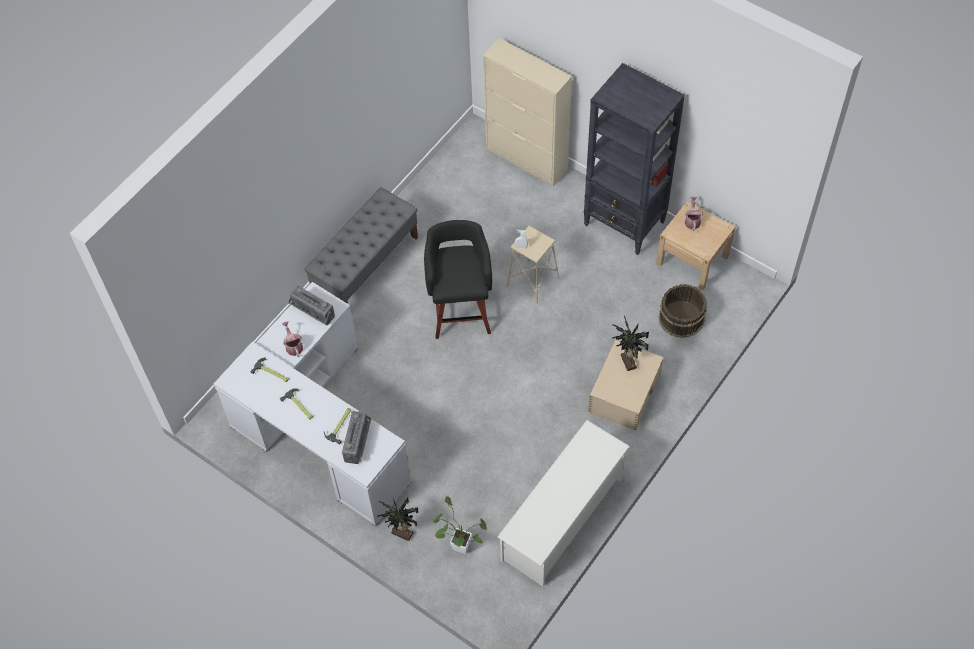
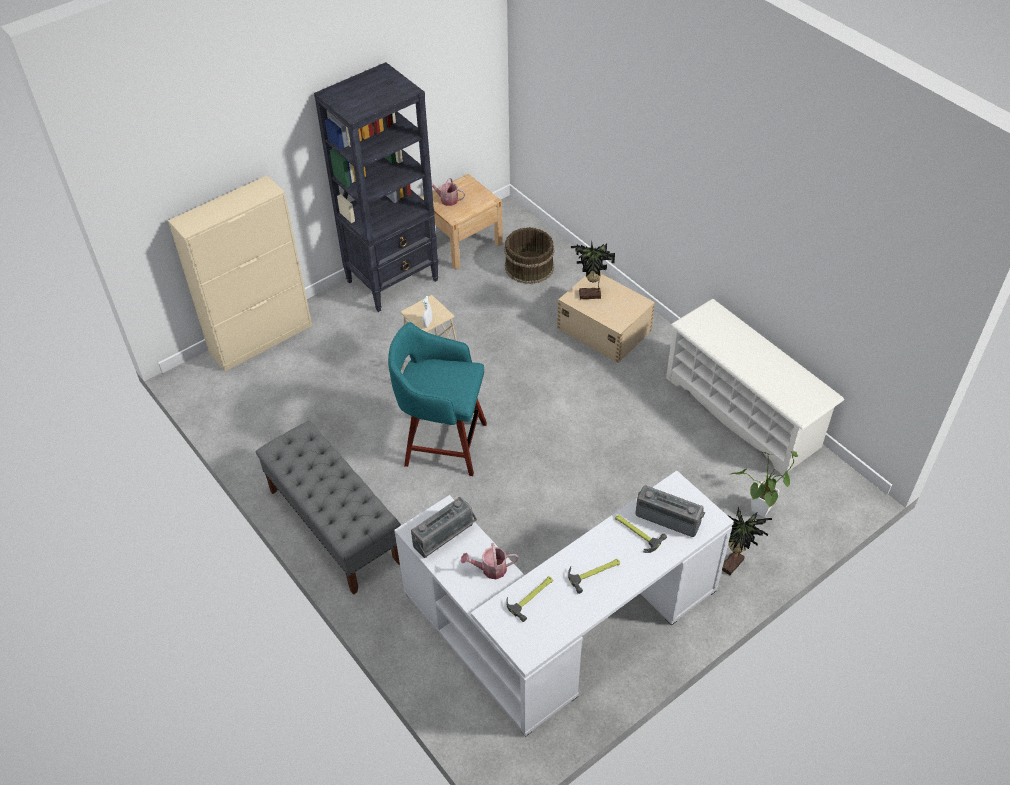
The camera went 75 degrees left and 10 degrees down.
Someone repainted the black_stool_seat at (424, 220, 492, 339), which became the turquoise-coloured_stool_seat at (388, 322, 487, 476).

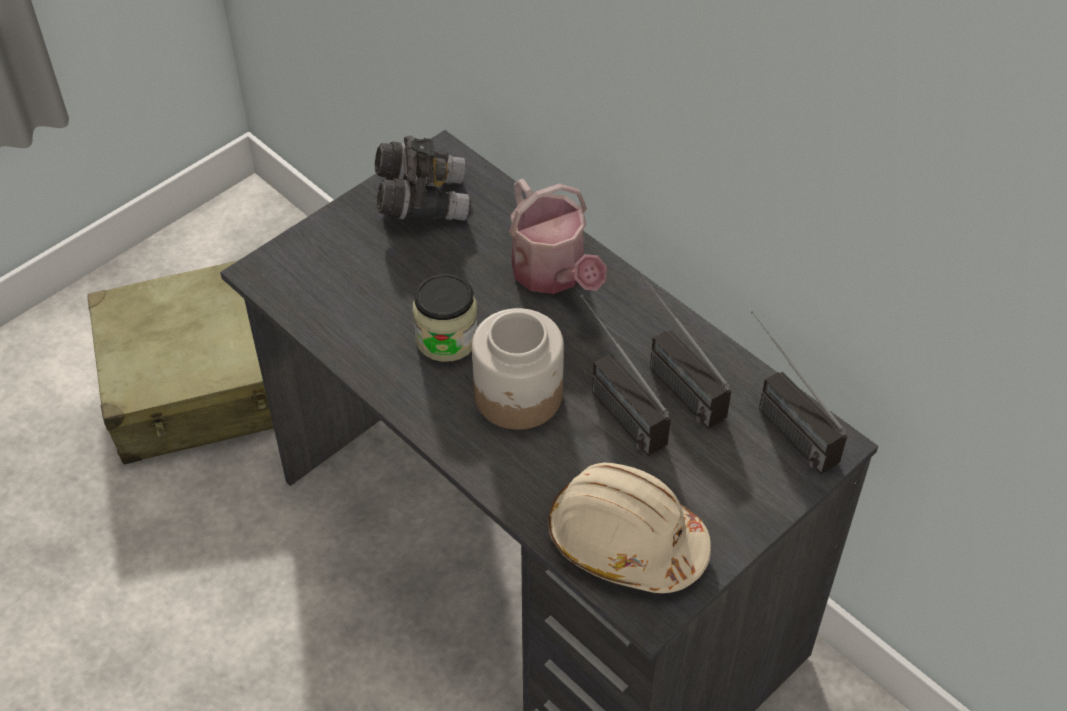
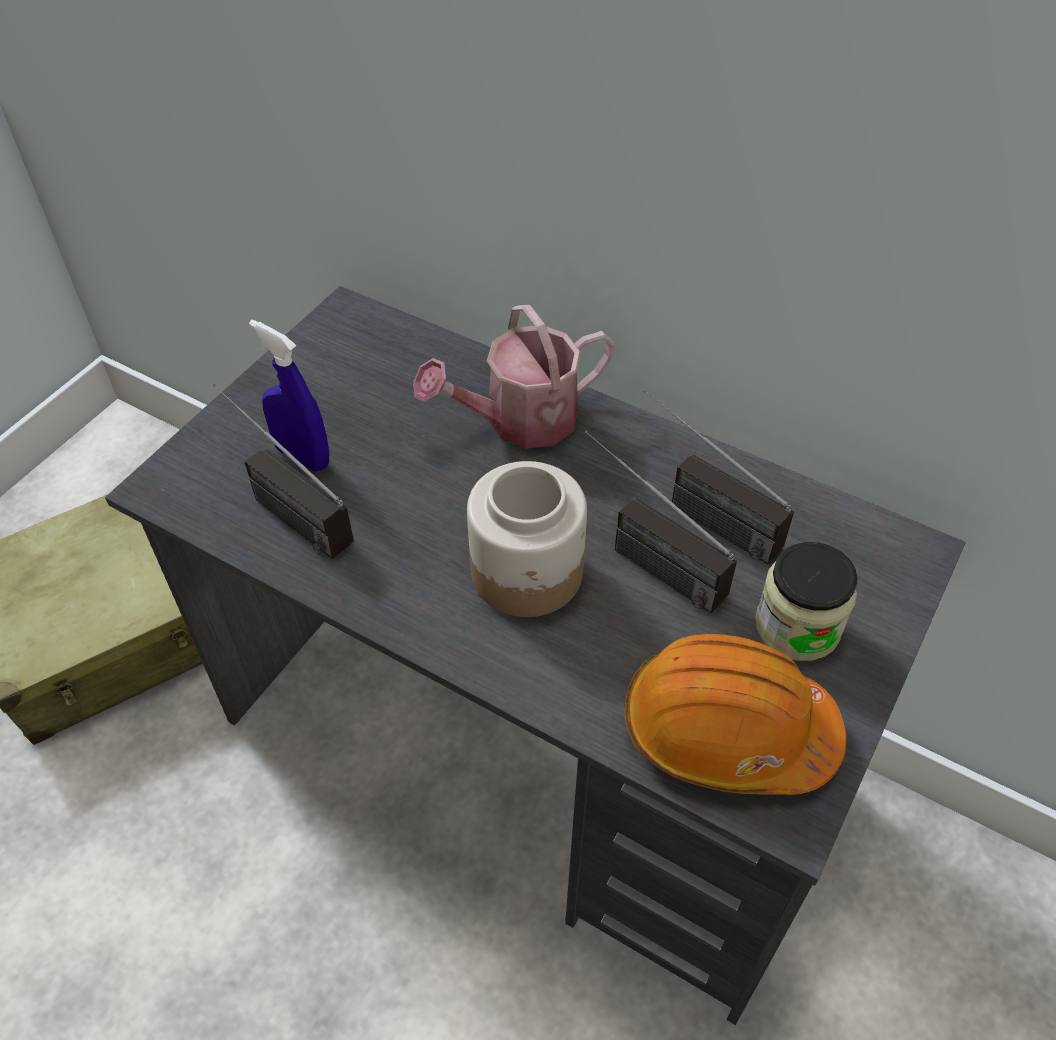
The camera went 15 degrees left and 0 degrees up.
Someone took away the greyish_binoculars at (375, 136, 469, 221).
Someone put down the blue_spray_bottle at (249, 320, 329, 472).
Someone carried the jar from (413, 274, 477, 362) to (755, 542, 858, 661).
Someone carried the radio from (751, 311, 847, 474) to (212, 384, 354, 559).
Someone repainted the beige-coloured_hard_hat at (548, 463, 711, 593), which became the orange-coloured_hard_hat at (625, 634, 847, 795).
Someone rotated the watering_pot at (509, 179, 607, 294) by 105 degrees clockwise.

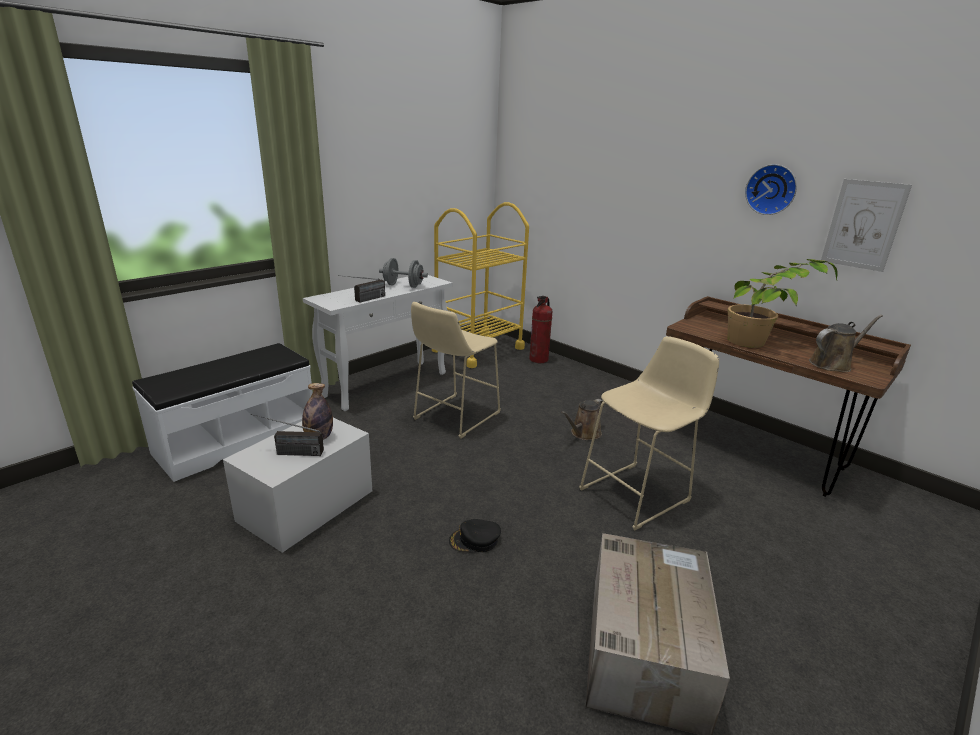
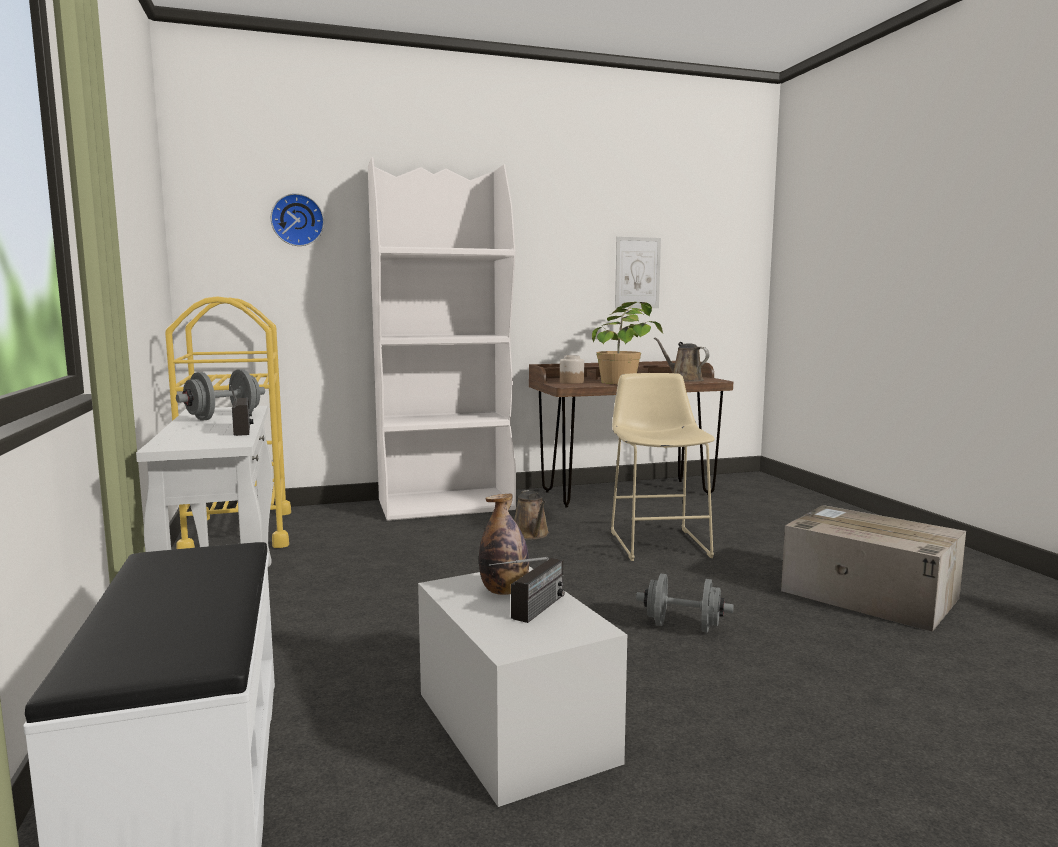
The camera went 60 degrees left and 15 degrees down.
Someone took away the beige-coloured_stool_seat at (411, 302, 501, 439).
Someone took away the fire_extinguisher at (529, 296, 552, 363).
Someone put down the whitish_bookshelf at (368, 157, 516, 521).
Someone put down the jar at (560, 355, 584, 384).
Someone carried the wall_clock from (745, 164, 797, 215) to (271, 193, 324, 246).
Someone swapped the black_cap at (449, 519, 501, 552) for the greyish_dumbbell at (636, 574, 734, 633).
Someone rotated the brown_watering_pot at (809, 315, 883, 372) by 45 degrees counterclockwise.

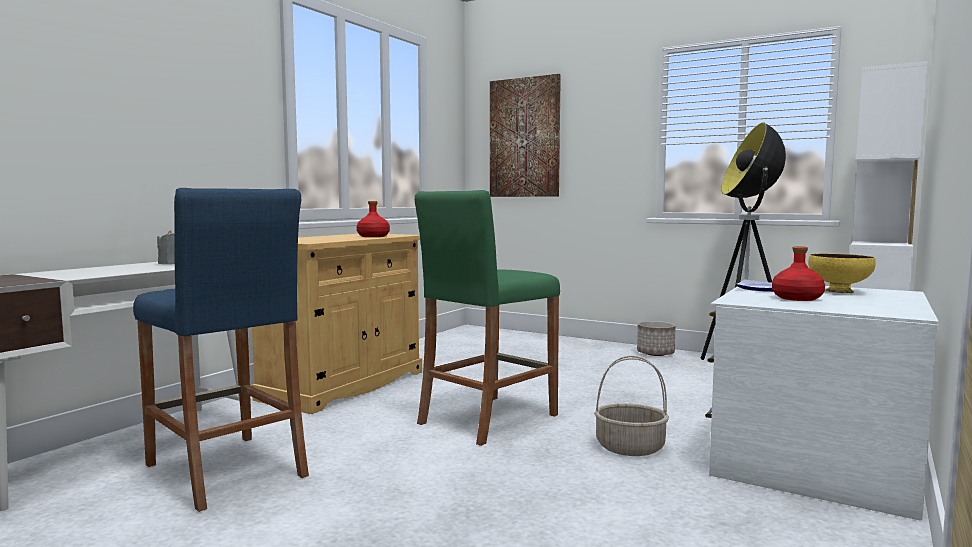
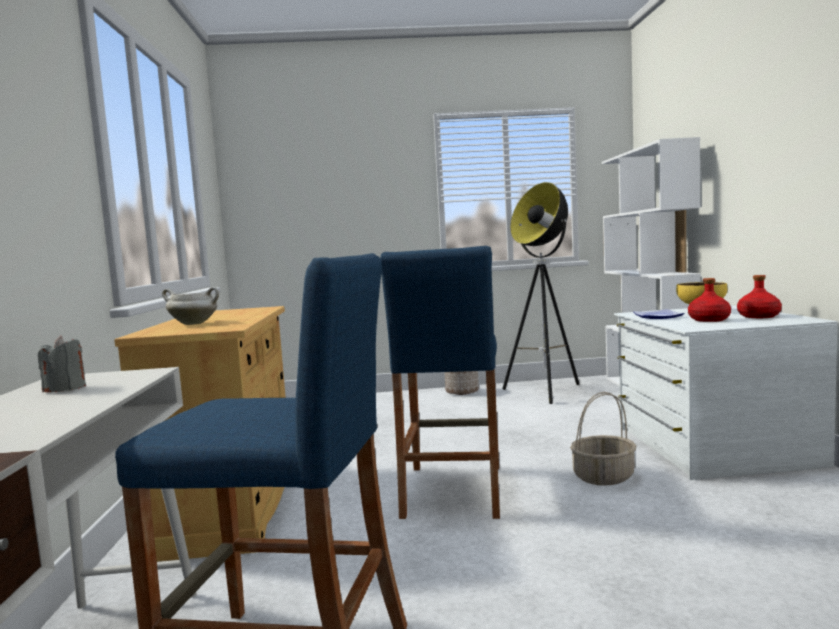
The camera went 35 degrees left and 0 degrees up.
Someone took away the picture at (490, 74, 561, 197).
Someone put down the whitish_stockpot at (162, 287, 219, 325).
Someone carried the red_drink_bottle from (356, 201, 390, 237) to (737, 275, 782, 318).
Someone repainted the greenish_stool_seat at (415, 190, 560, 446), which became the blue_stool_seat at (380, 246, 500, 519).

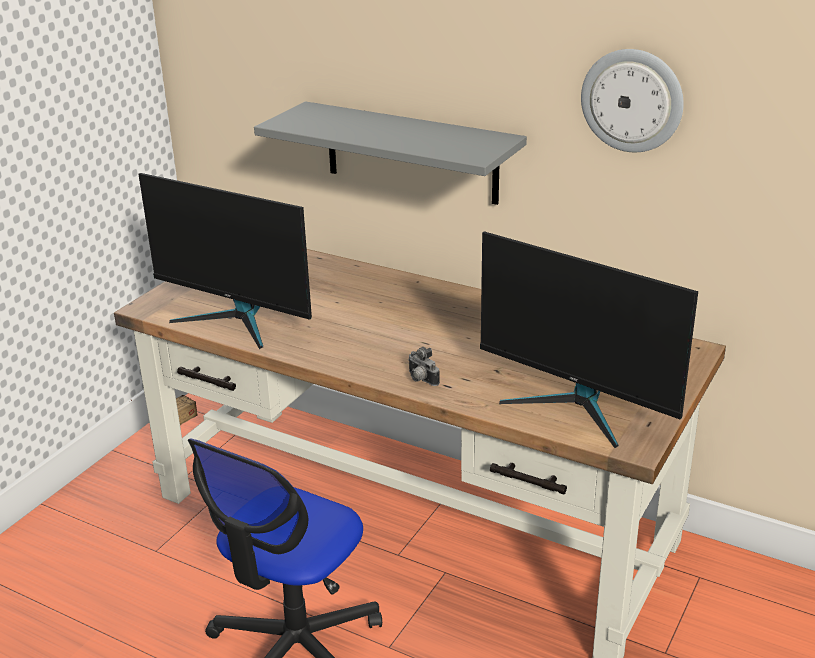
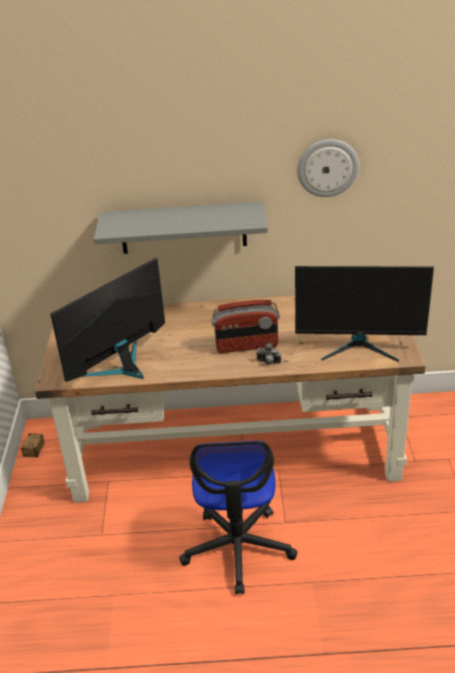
The camera went 30 degrees left and 5 degrees up.
Someone put down the radio at (211, 300, 280, 353).
Someone rotated the computer_screen at (138, 173, 312, 349) by 135 degrees clockwise.

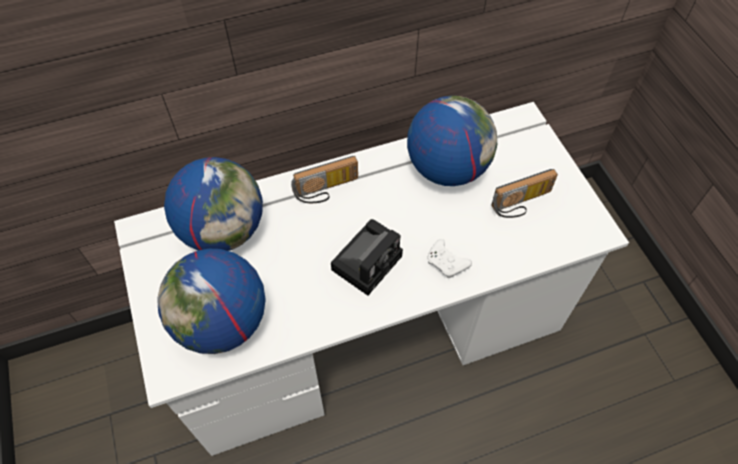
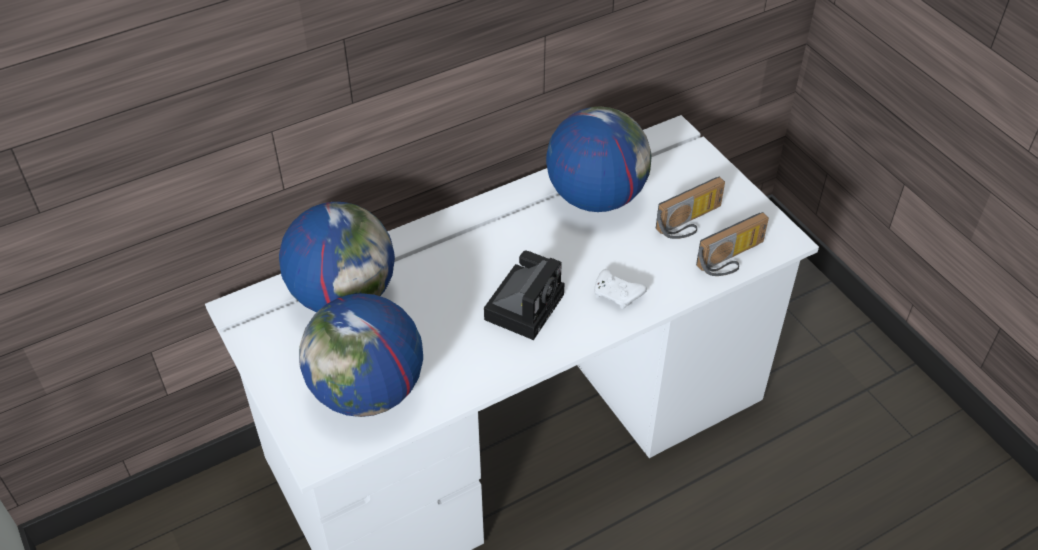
The camera went 10 degrees left and 10 degrees down.
Someone carried the radio from (291, 156, 358, 203) to (696, 212, 769, 276).

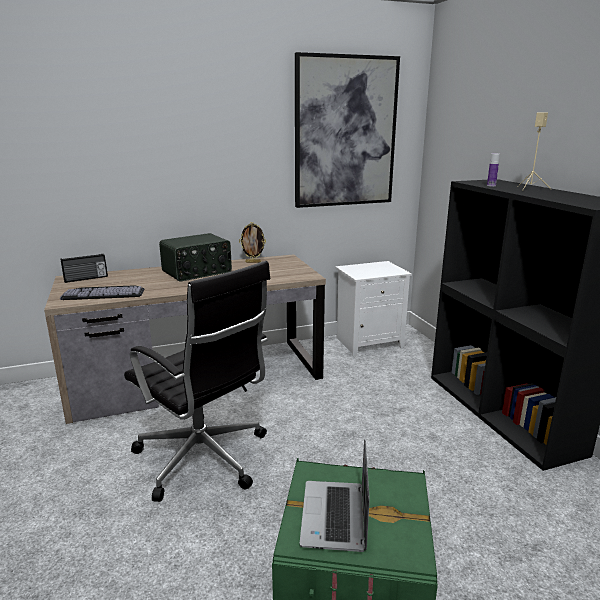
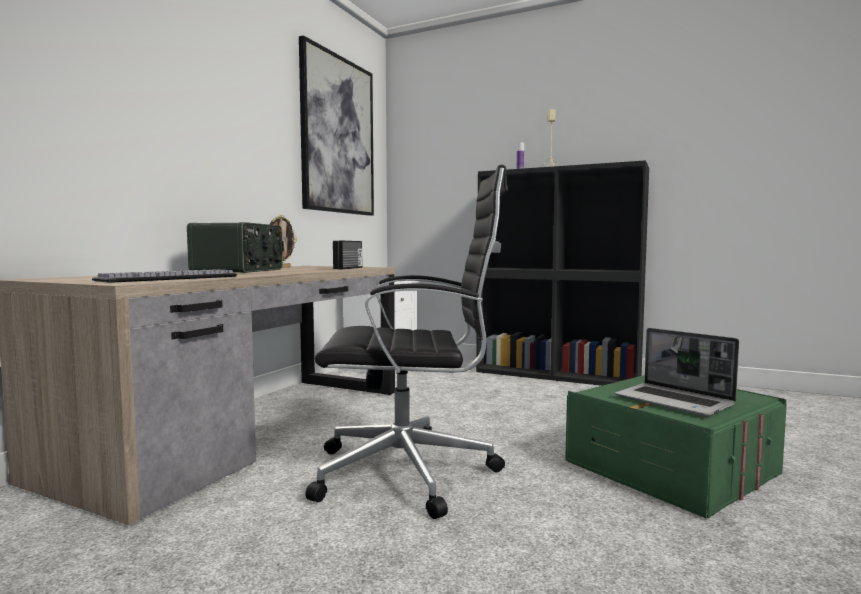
The camera went 45 degrees left and 15 degrees down.
Someone carried the radio from (61, 254, 108, 283) to (333, 241, 363, 269).

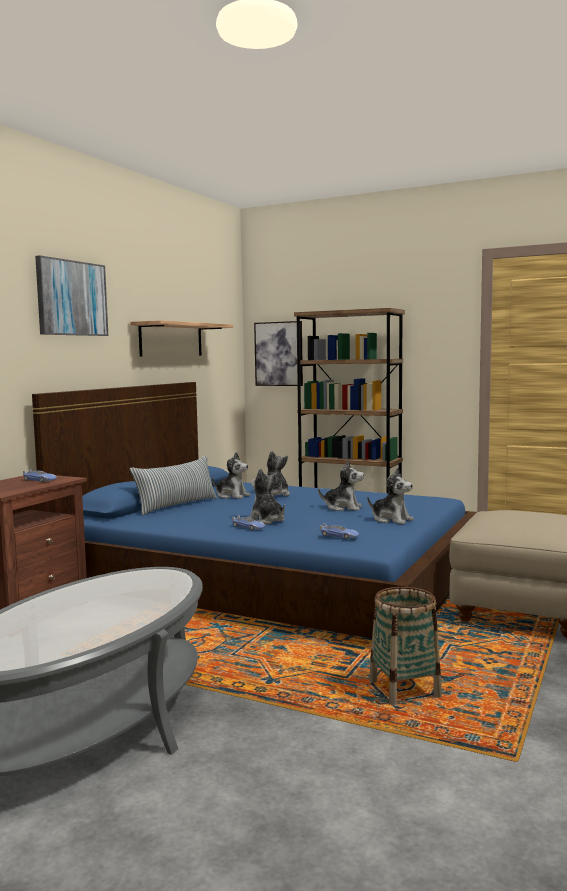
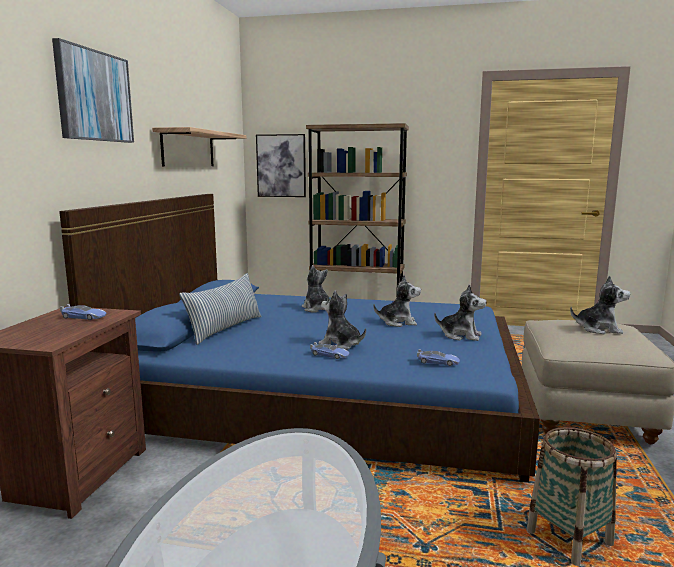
The camera went 15 degrees left and 5 degrees up.
Someone carried the cuddly_toy from (212, 452, 250, 499) to (570, 276, 630, 334).

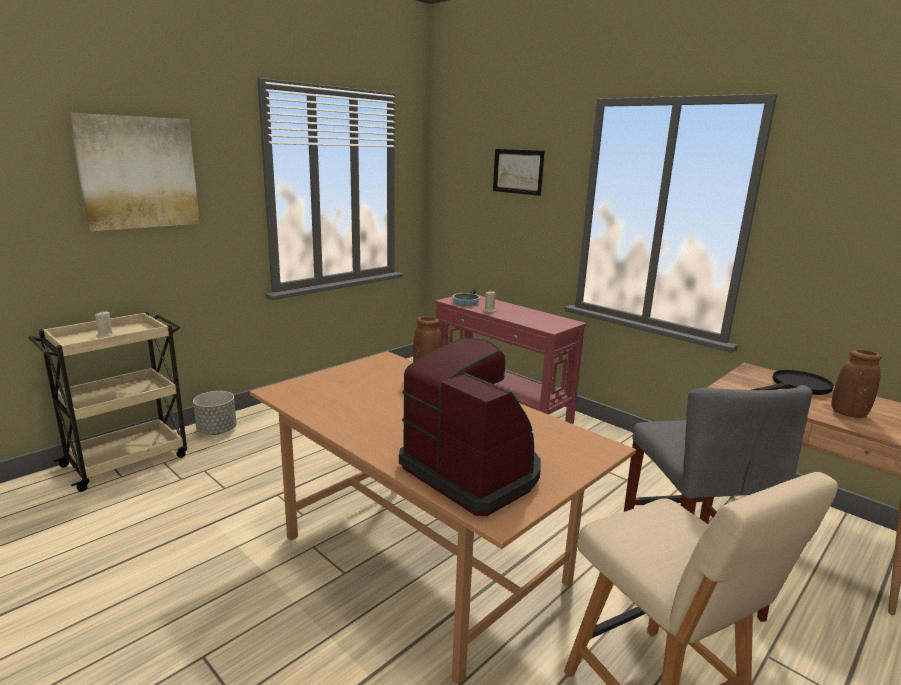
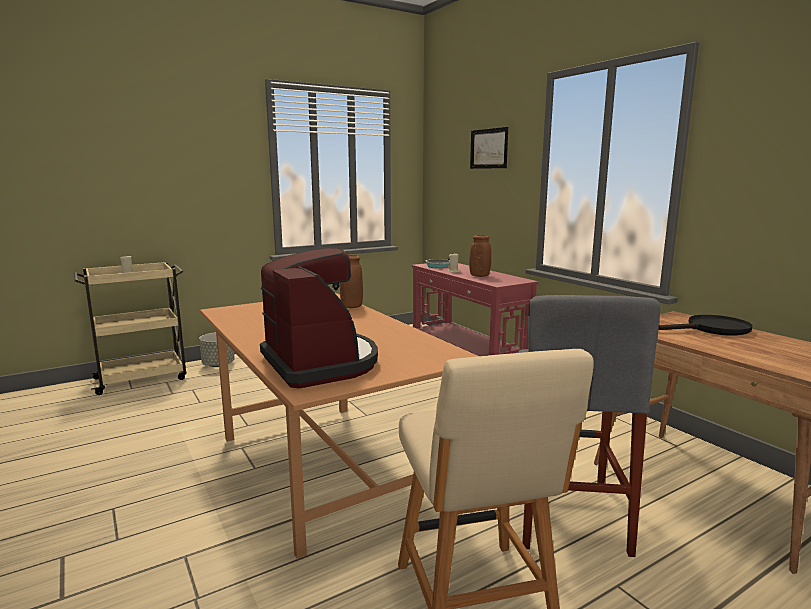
The camera went 15 degrees right and 5 degrees down.
Someone took away the picture at (69, 113, 200, 232).
Someone carried the brown_decorative_vase from (831, 350, 882, 418) to (469, 235, 491, 277).

